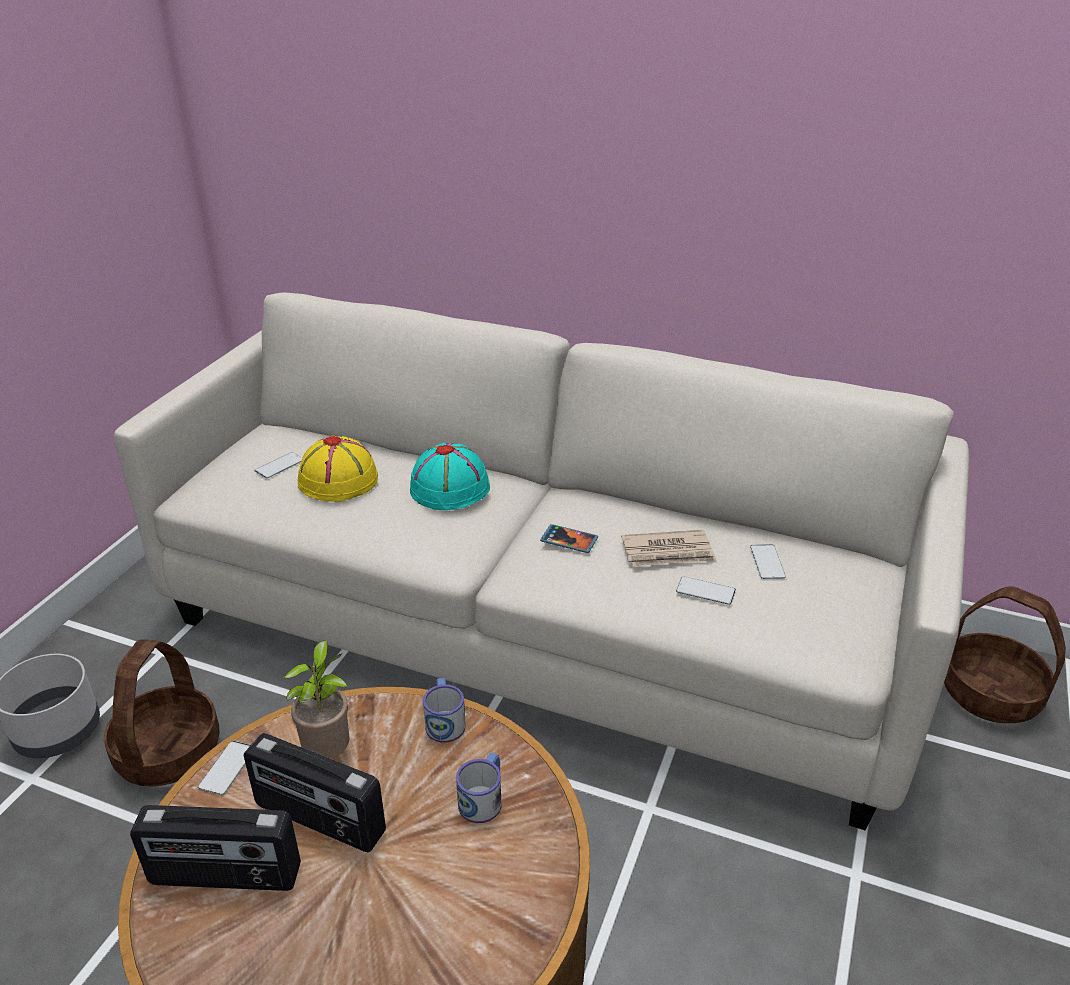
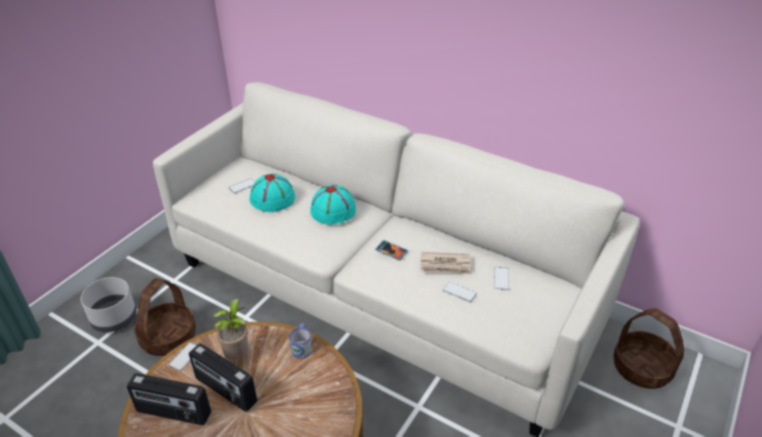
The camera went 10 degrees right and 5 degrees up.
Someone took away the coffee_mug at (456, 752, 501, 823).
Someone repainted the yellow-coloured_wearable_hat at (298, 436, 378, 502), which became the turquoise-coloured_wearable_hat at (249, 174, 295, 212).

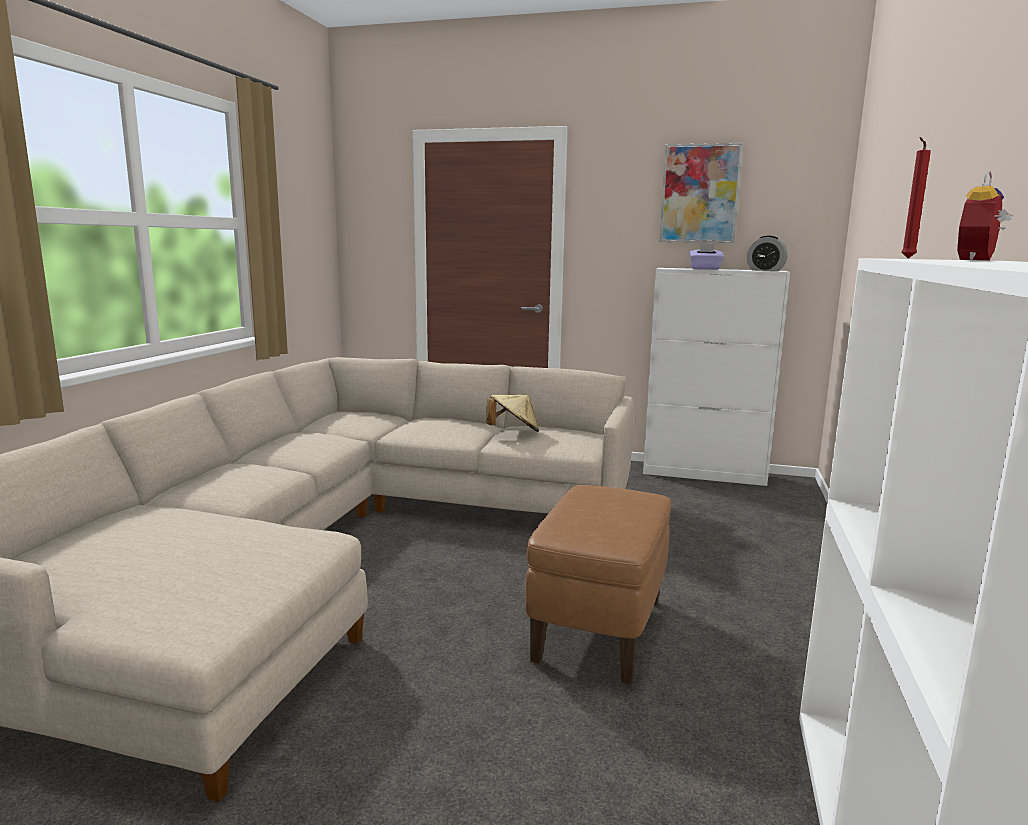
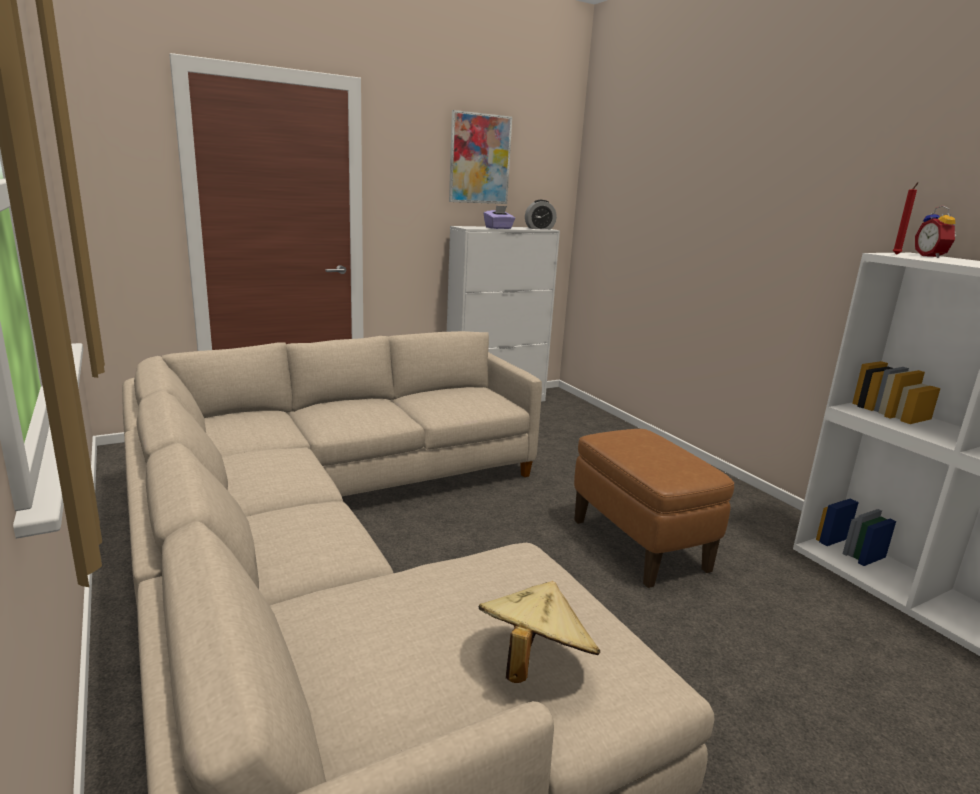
The camera went 45 degrees left and 5 degrees up.
Someone carried the beige-coloured_wearable_hat from (486, 395, 539, 432) to (479, 581, 600, 683).

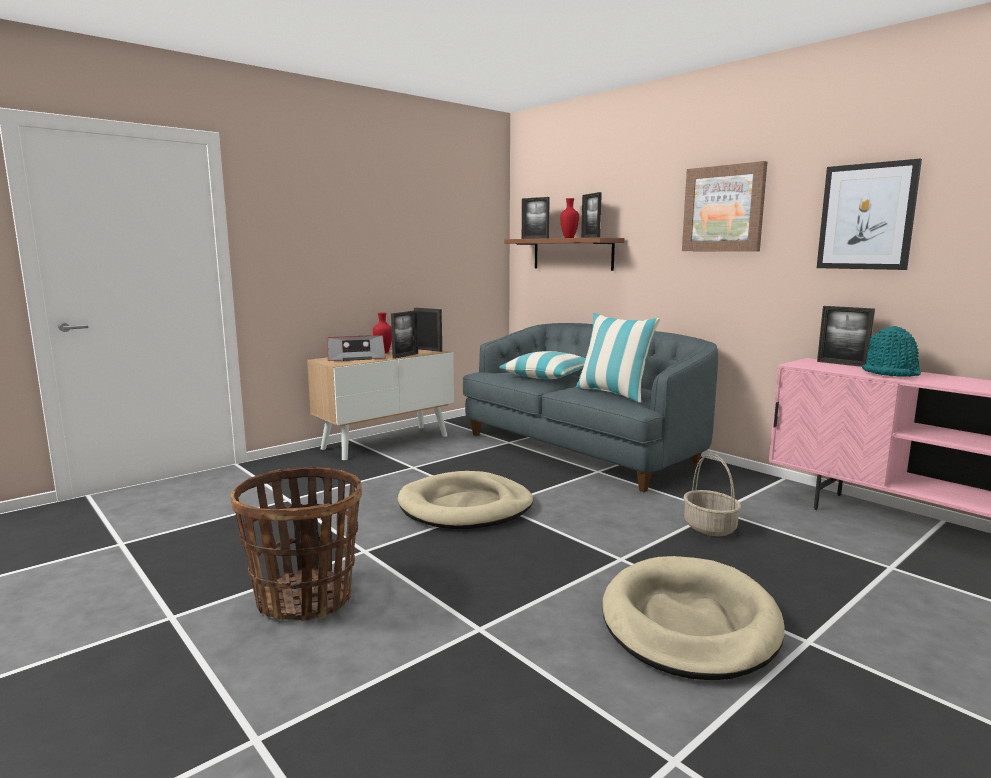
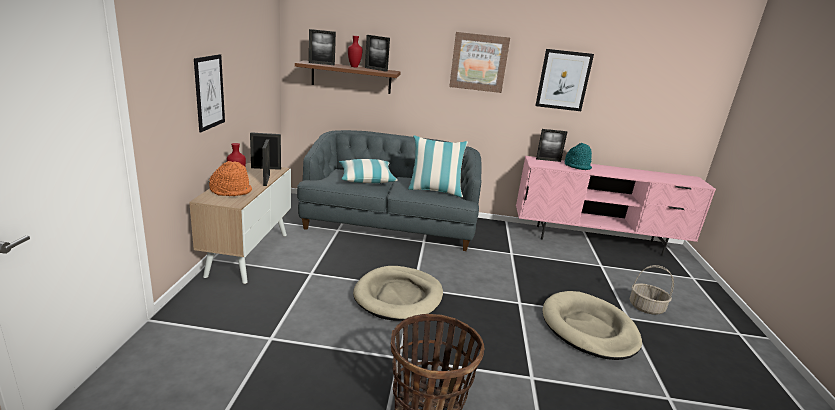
The camera went 45 degrees left and 10 degrees up.
Someone put up the picture at (194, 54, 225, 132).
Someone carried the storage_basket from (684, 454, 741, 536) to (630, 265, 674, 315).
Someone swapped the radio at (328, 335, 386, 361) for the orange-coloured_wearable_hat at (209, 161, 252, 196).

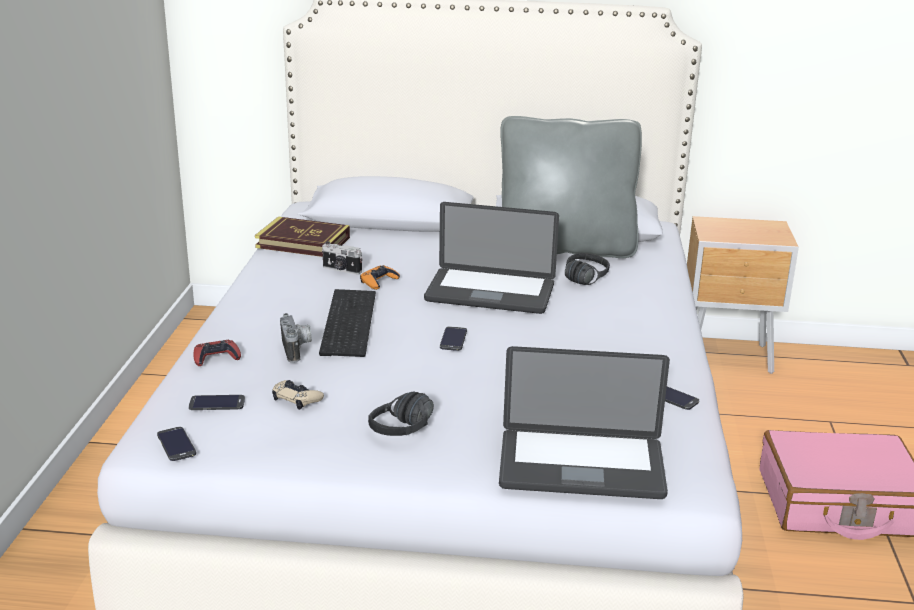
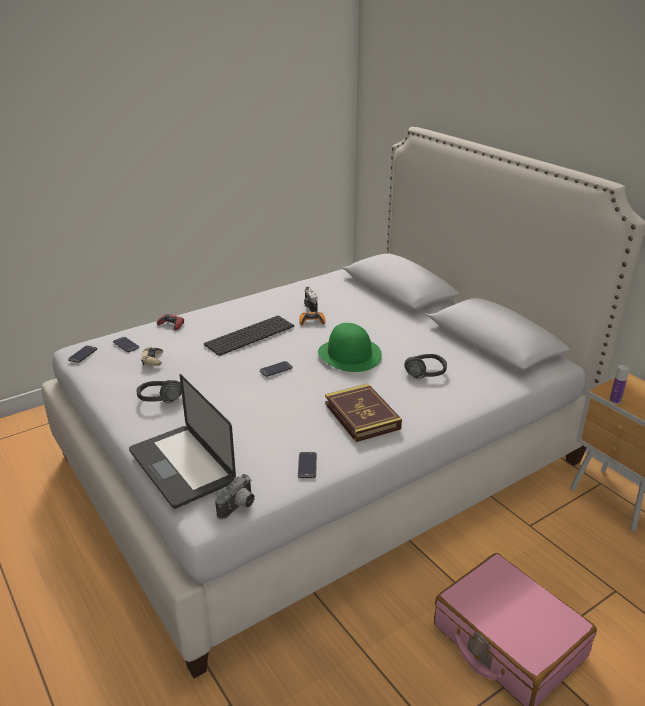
The camera went 50 degrees right and 5 degrees up.
Someone took away the greyish_cushion at (500, 116, 642, 258).
Someone put down the drink_bottle at (610, 365, 629, 404).
Someone carried the bound_book from (255, 217, 350, 257) to (325, 384, 402, 442).
Someone carried the still_camera from (280, 313, 312, 363) to (215, 474, 255, 519).
Someone swapped the portable_computer at (424, 202, 559, 314) for the greenish_wearable_hat at (318, 323, 382, 372).

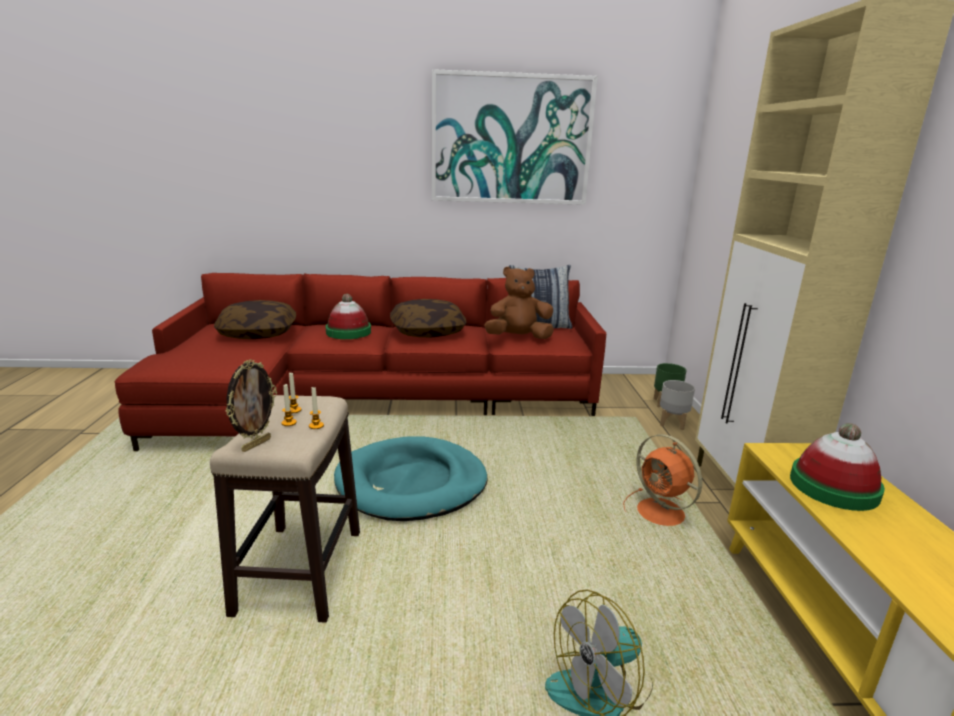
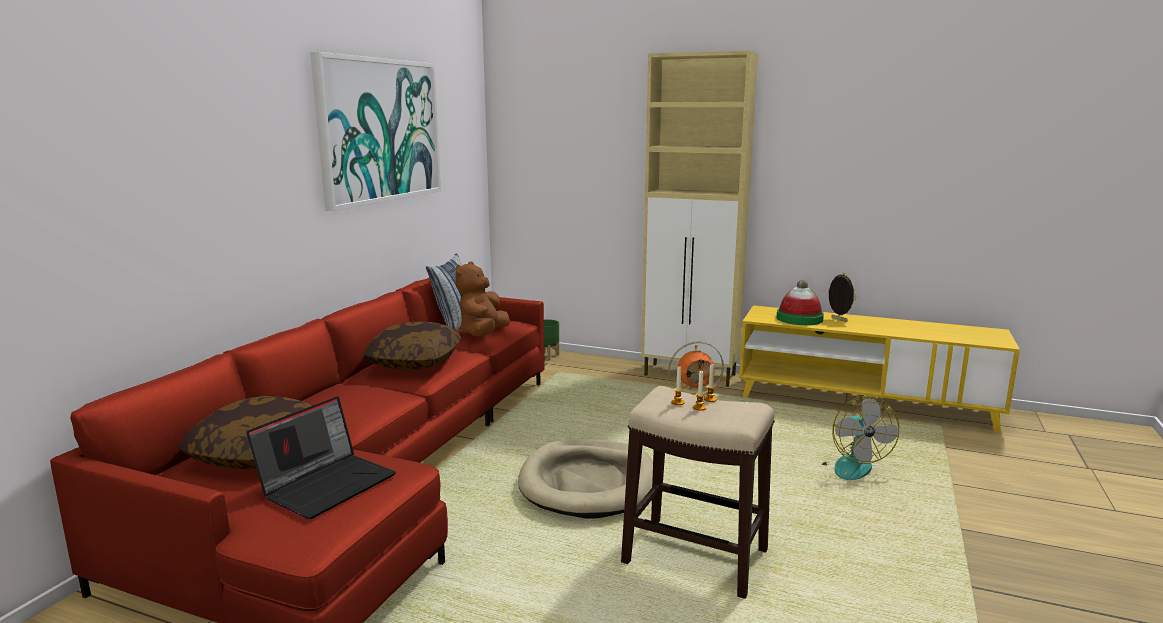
The camera went 65 degrees left and 5 degrees down.
Someone took away the wearable_hat at (326, 294, 371, 339).
Someone took away the greyish_planter at (660, 380, 695, 430).
Someone put down the portable_computer at (246, 396, 396, 519).
Someone carried the picture_frame from (225, 359, 277, 452) to (828, 273, 856, 322).
Someone repainted the turquoise-coloured_pet_bed at (334, 436, 488, 521), which became the beige-coloured_pet_bed at (518, 439, 653, 519).

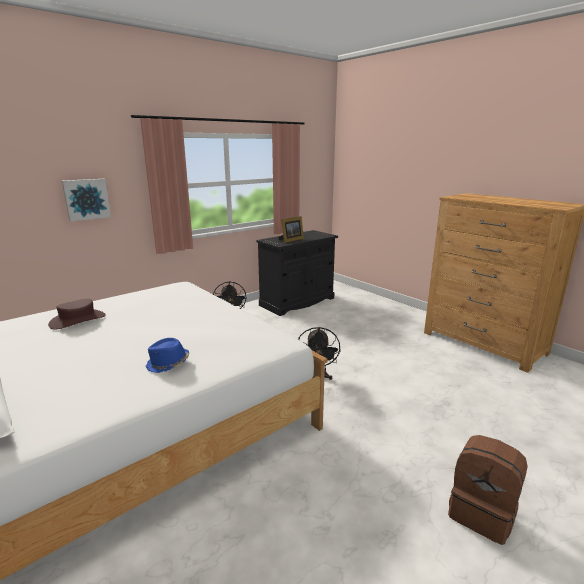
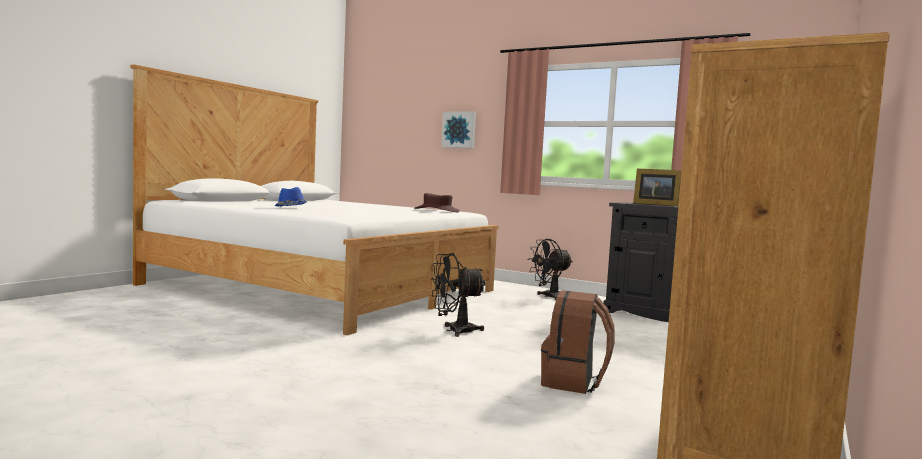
The camera went 70 degrees right and 15 degrees down.
Someone carried the brown_wearable_hat from (48, 299, 106, 329) to (415, 193, 460, 212).
Someone carried the brown_rucksack from (448, 435, 528, 545) to (541, 290, 615, 394).

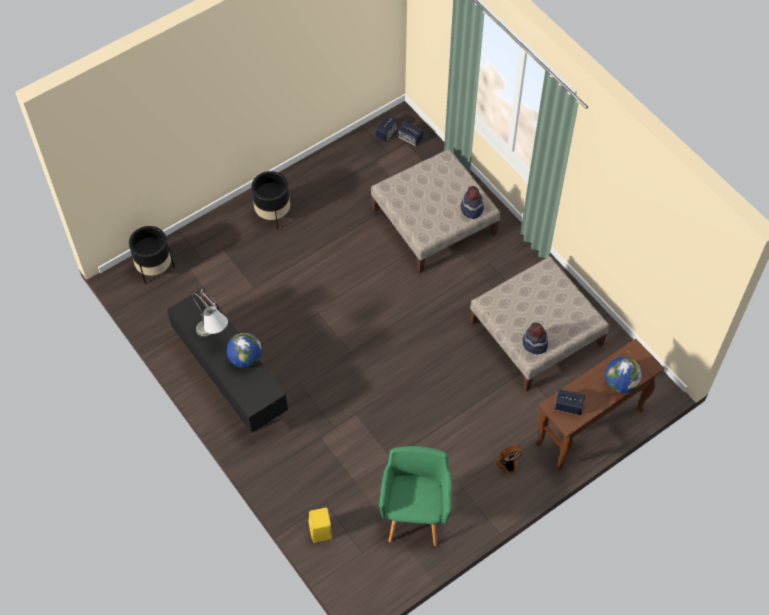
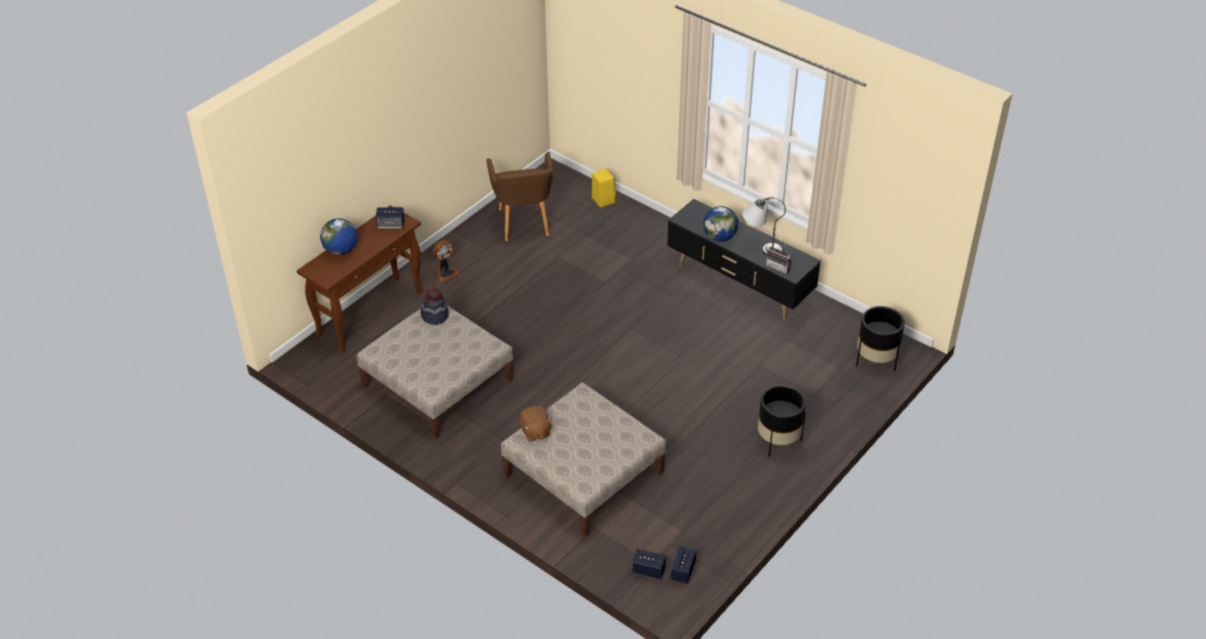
The camera went 165 degrees right and 15 degrees down.
Someone swapped the wearable_hat at (461, 186, 484, 219) for the brown_cuddly_toy at (519, 406, 553, 442).
Someone repainted the greenish_lounge_chair at (379, 446, 452, 547), which became the brown_lounge_chair at (487, 152, 553, 242).

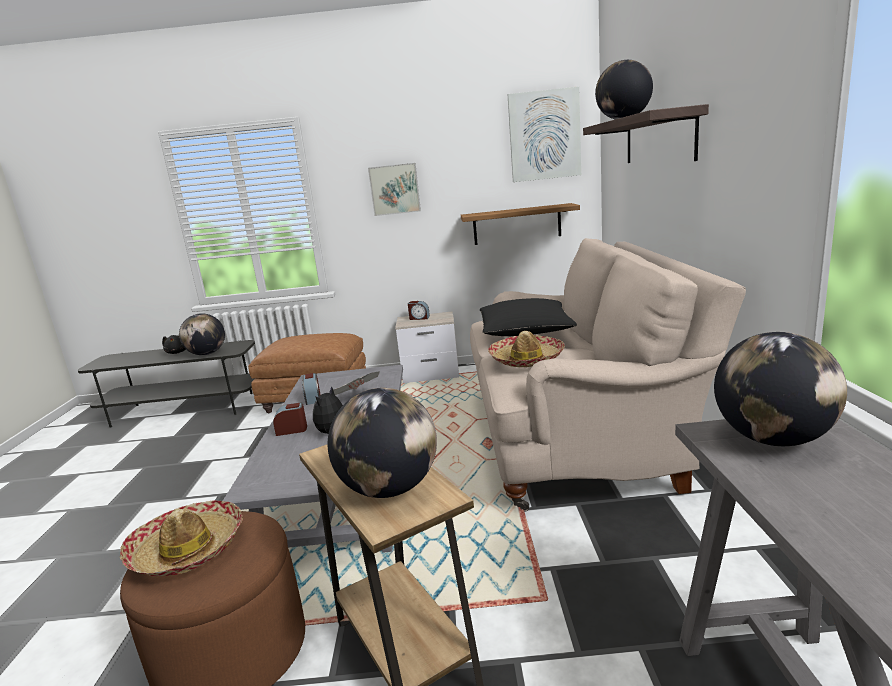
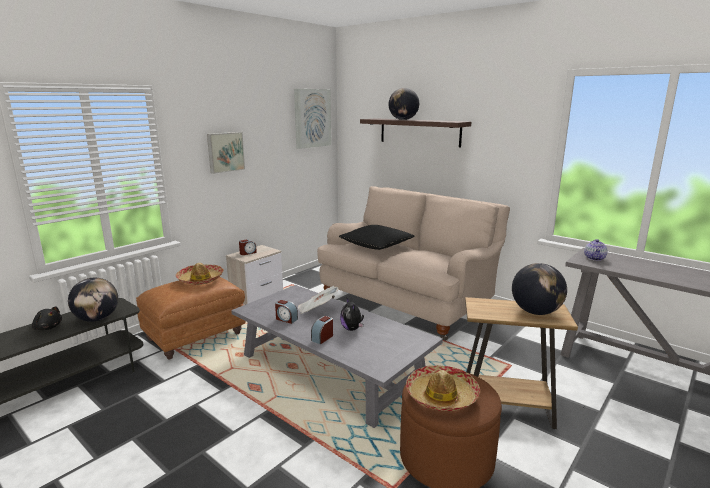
The camera went 50 degrees left and 0 degrees up.
Someone took away the bracket_shelf at (461, 203, 580, 245).
Someone carried the wearable_hat from (488, 331, 565, 367) to (176, 263, 224, 285).
Someone swapped the desk_globe at (714, 332, 847, 446) for the tea_pot at (584, 239, 607, 261).

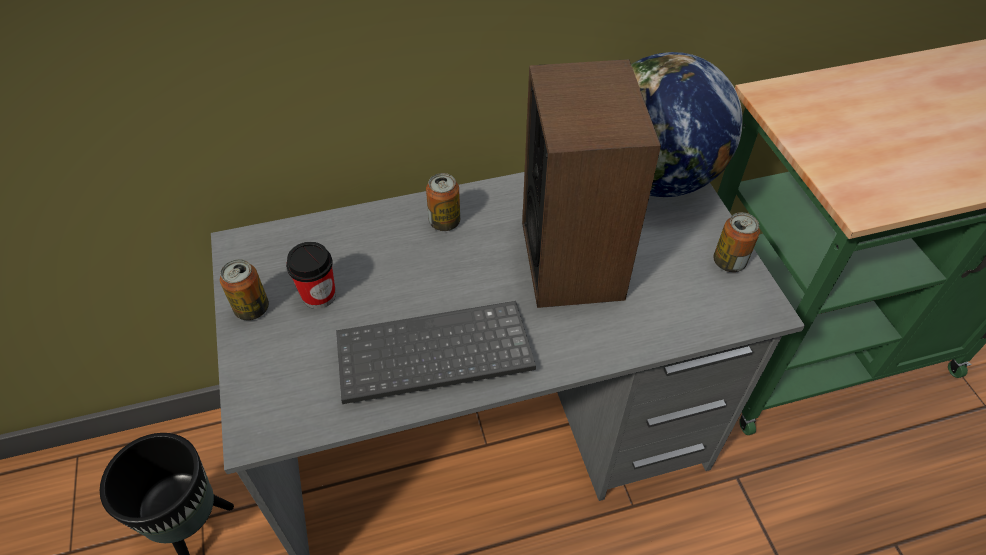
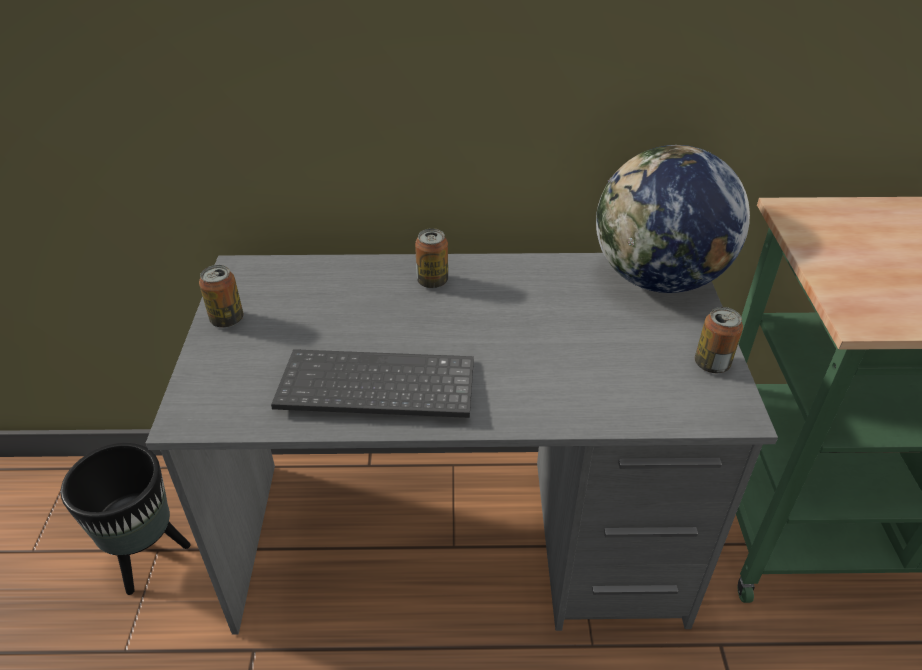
The camera went 15 degrees right and 10 degrees down.
Someone took away the cup at (286, 242, 336, 309).
Someone took away the speaker at (522, 59, 661, 308).

